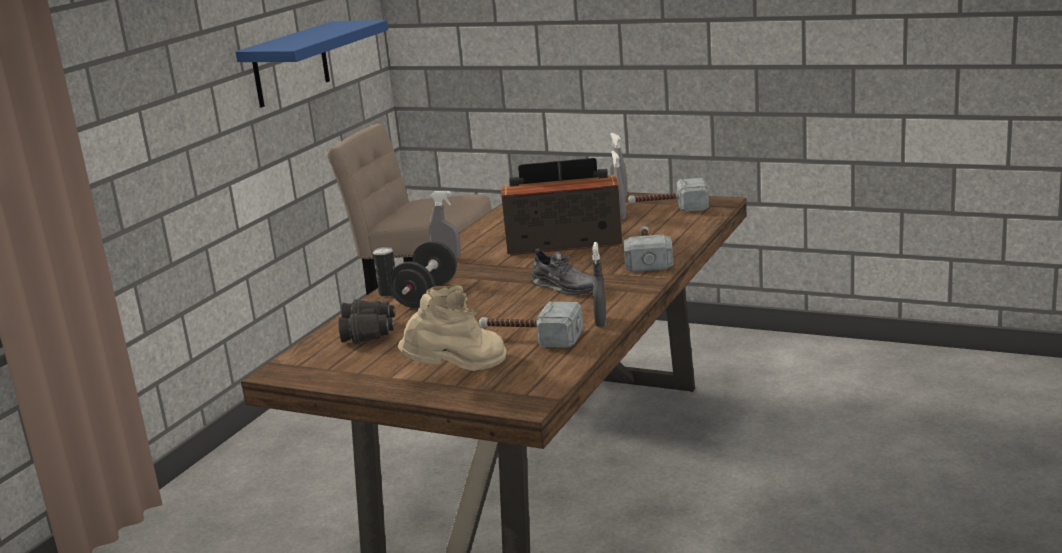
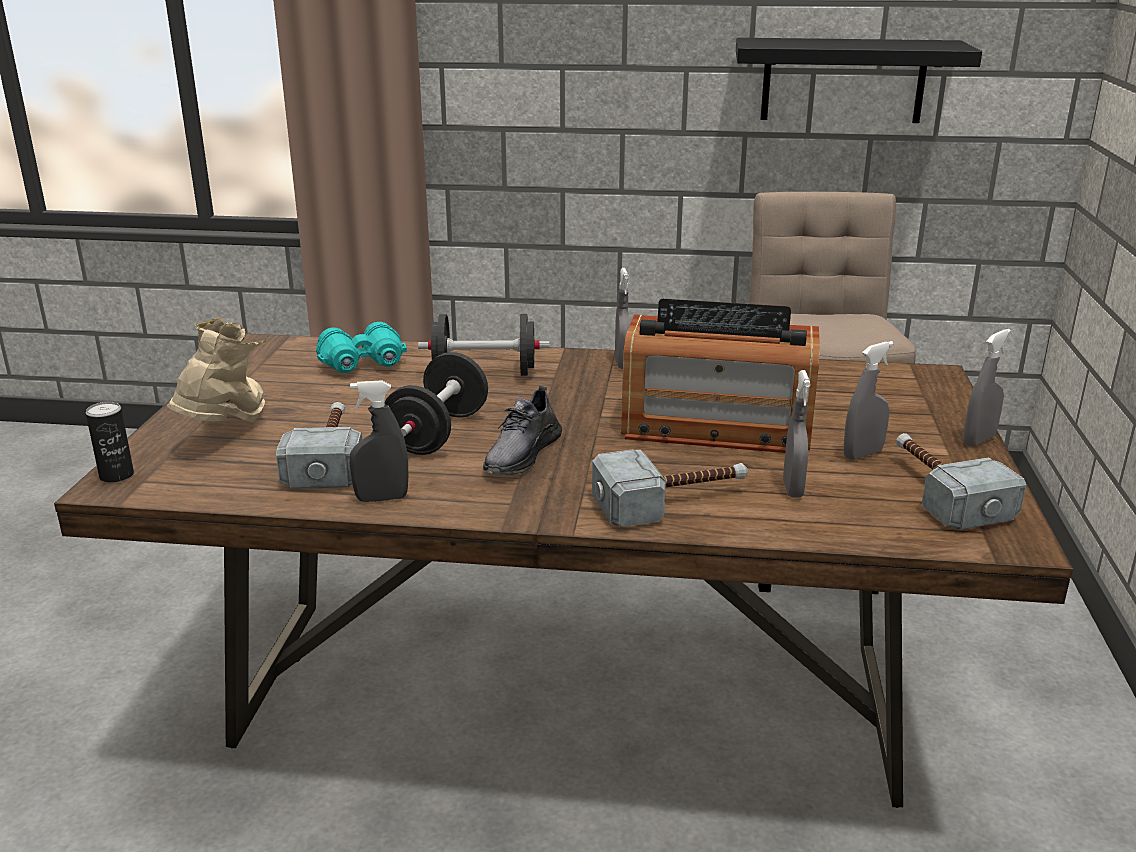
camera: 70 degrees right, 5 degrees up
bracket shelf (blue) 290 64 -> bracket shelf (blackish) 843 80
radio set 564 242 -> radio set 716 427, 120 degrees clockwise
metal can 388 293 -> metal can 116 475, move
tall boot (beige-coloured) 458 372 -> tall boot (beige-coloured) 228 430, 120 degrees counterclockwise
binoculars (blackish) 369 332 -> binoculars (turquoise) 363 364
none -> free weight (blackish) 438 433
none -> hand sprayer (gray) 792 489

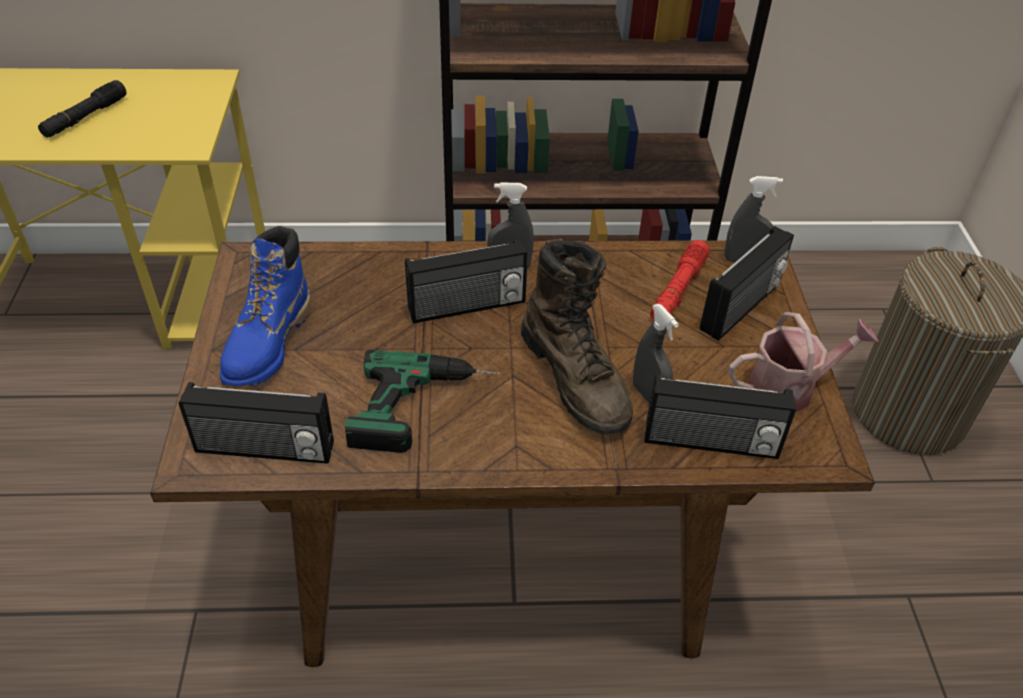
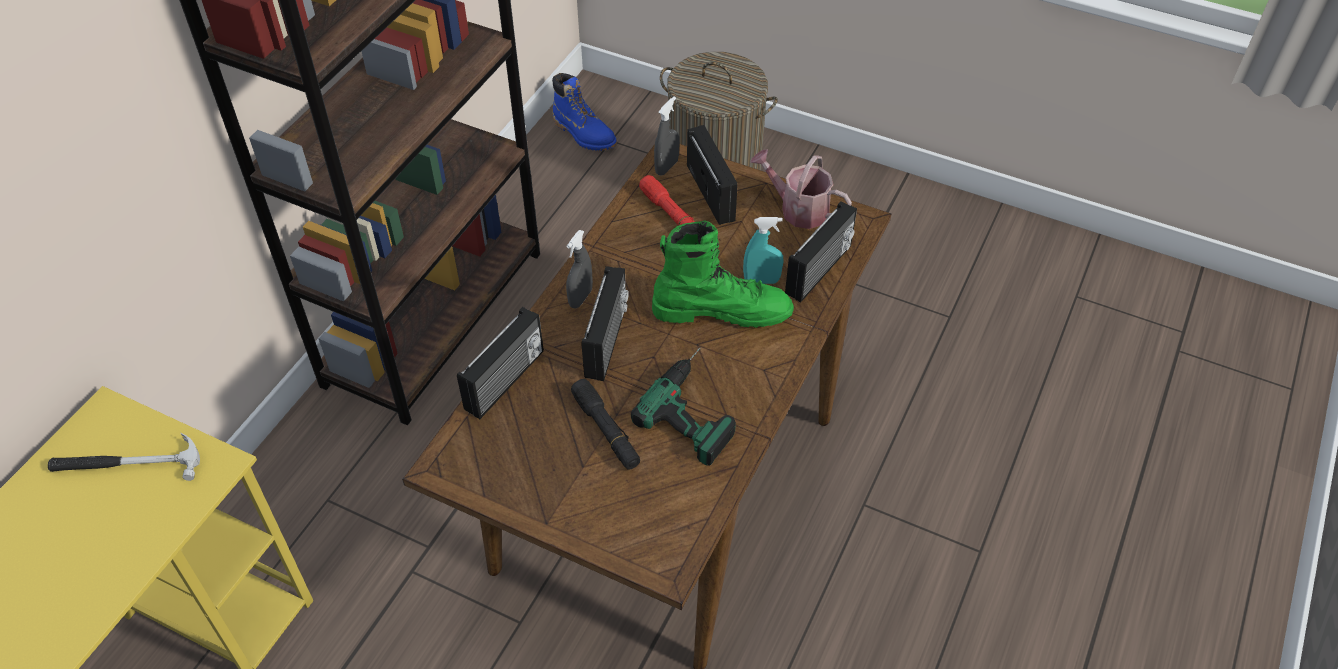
camera: 60 degrees left, 5 degrees up
torch (blackish) 85 117 -> torch (blackish) 606 430, move
tall boot (blue) 268 344 -> tall boot (blue) 584 134, move
tall boot (brownish) 576 377 -> tall boot (green-coloured) 721 310
hand sprayer (gray) 648 395 -> hand sprayer (turquoise) 761 280
watering pot 789 388 -> watering pot 798 209, 75 degrees counterclockwise
radio set 264 450 -> radio set 506 381, move
none -> tool hammer 127 463

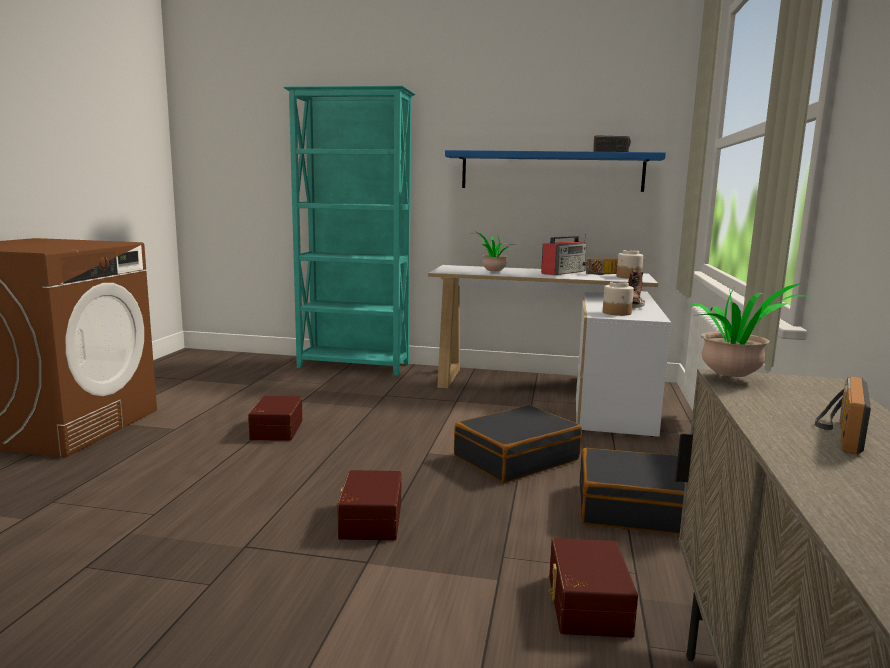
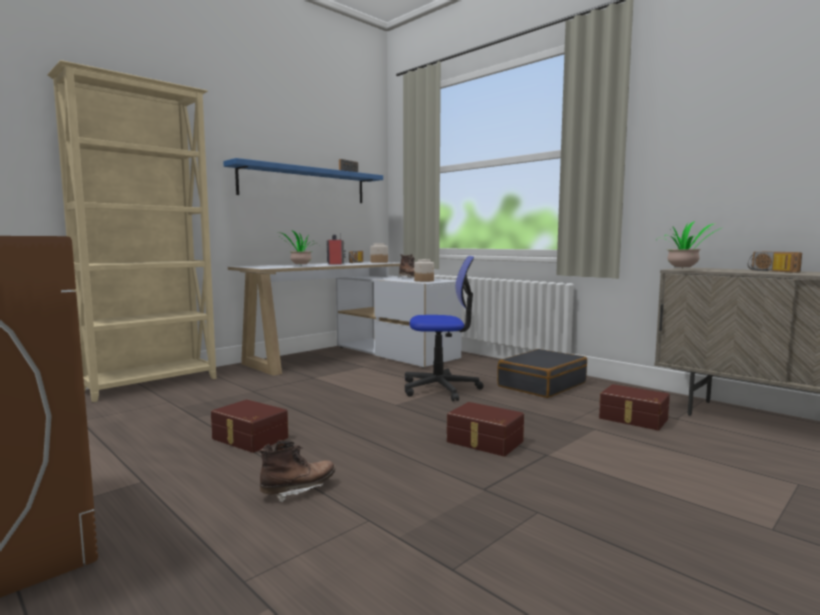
camera: 55 degrees left, 5 degrees down
shelving unit (turquoise) 354 366 -> shelving unit (beige-coloured) 152 384
travel case (blackish) 516 458 -> computer chair 440 388
none -> tall boot (brownish) 298 490

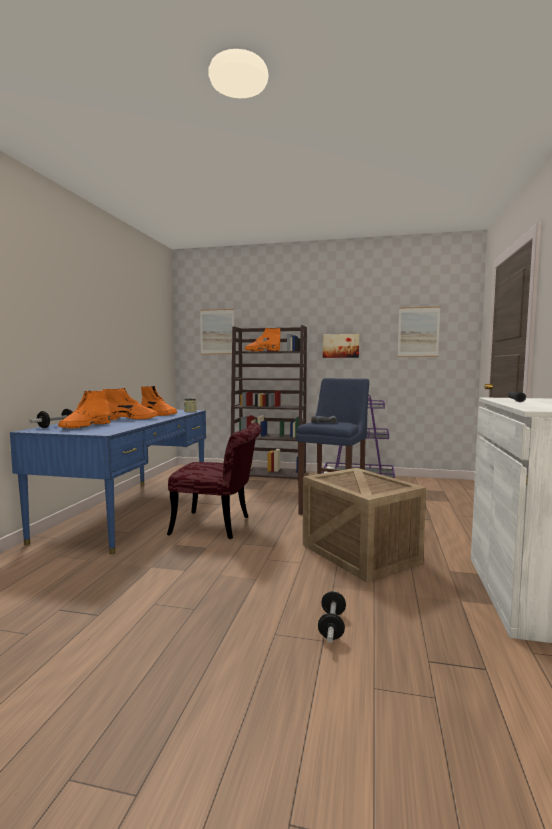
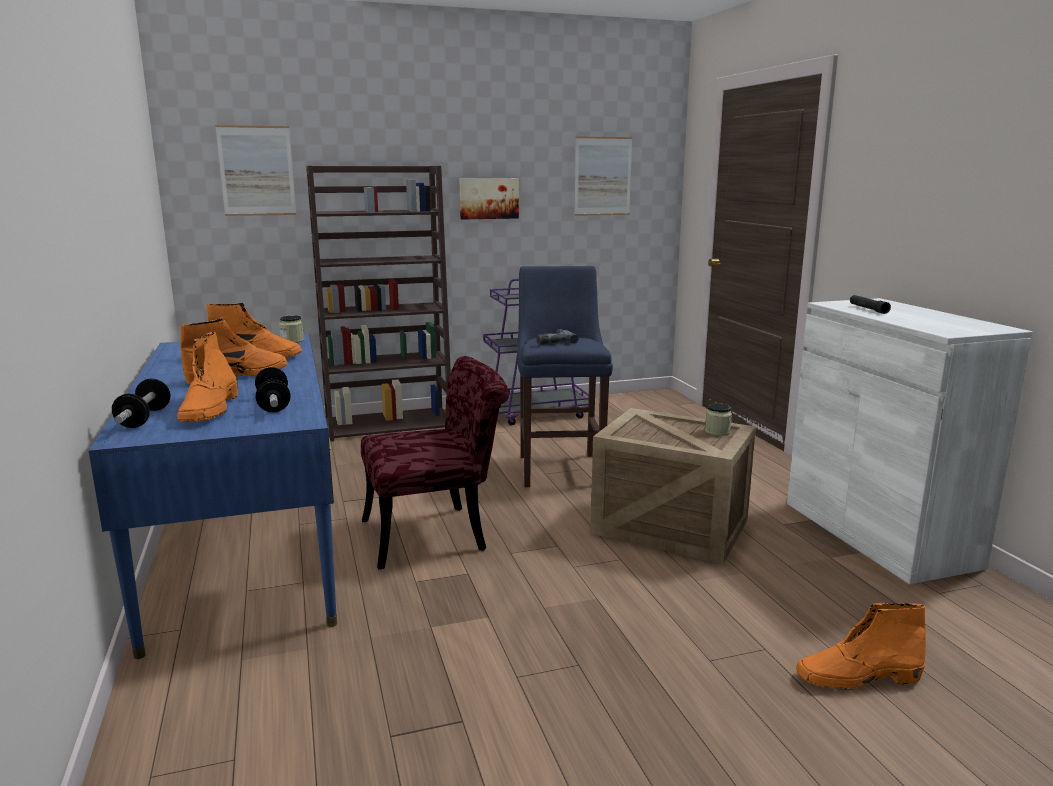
camera: 30 degrees left, 10 degrees up
tall boot (orange) 261 351 -> tall boot (orange) 857 677, move
free weight 332 626 -> free weight 273 404, move
none -> jar 717 432

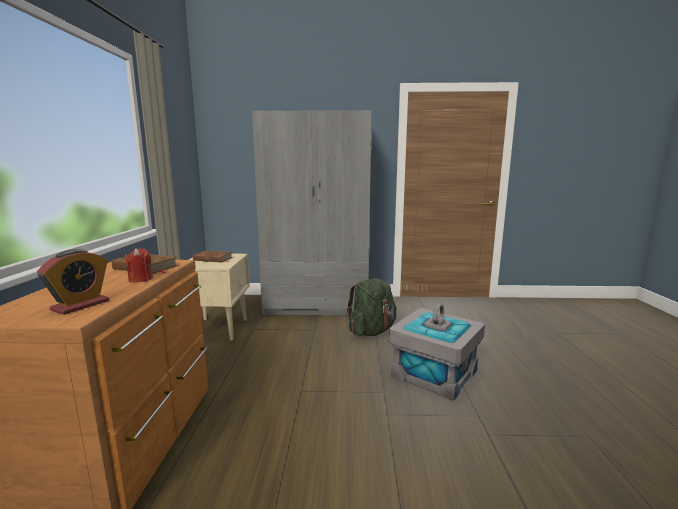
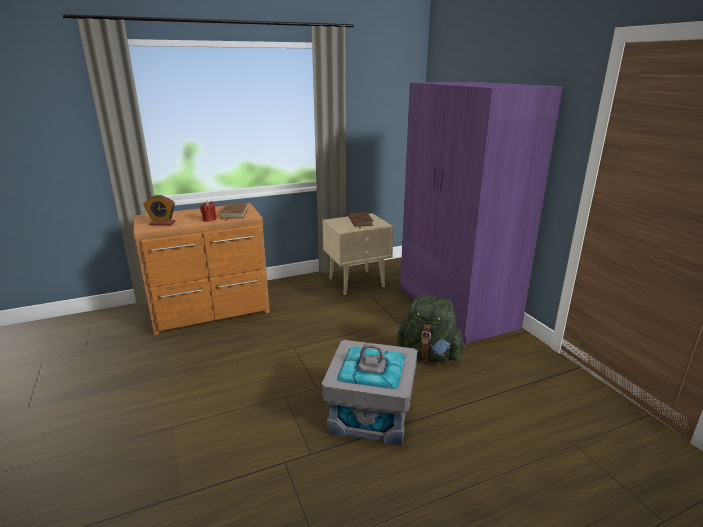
camera: 65 degrees right, 10 degrees up
armoire (gray) 317 305 -> armoire (purple-coloured) 455 308

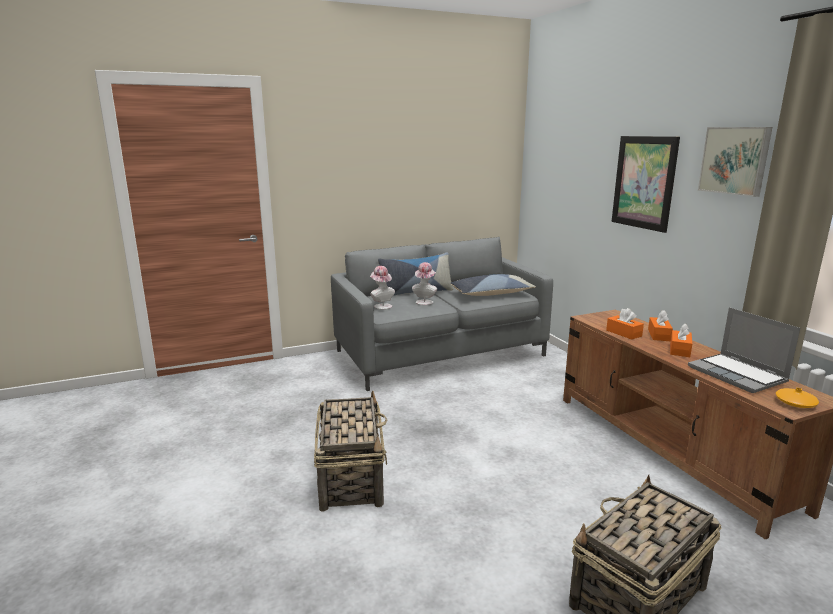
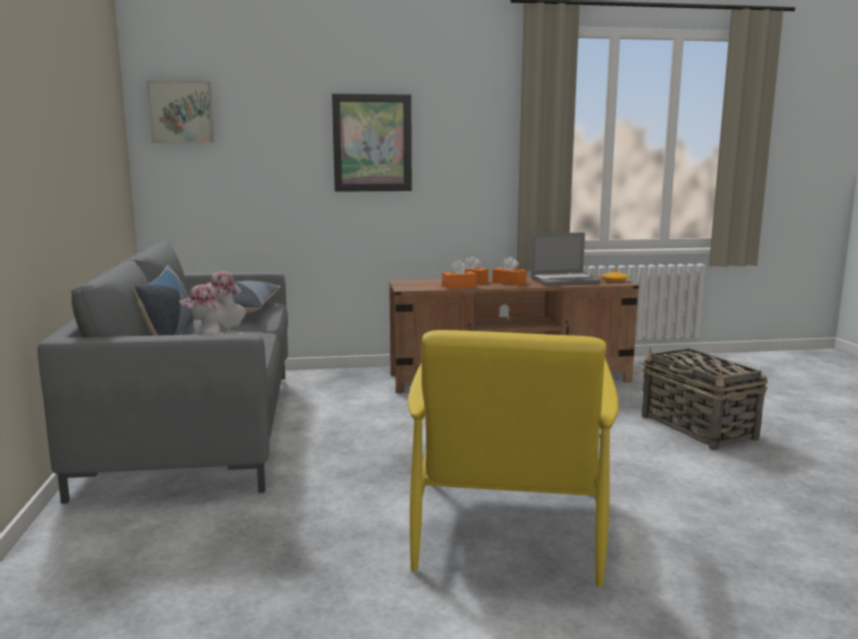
camera: 75 degrees left, 5 degrees down
wall art 735 160 -> wall art 181 112, move
basket 351 477 -> lounge chair (yellow-coloured) 508 523

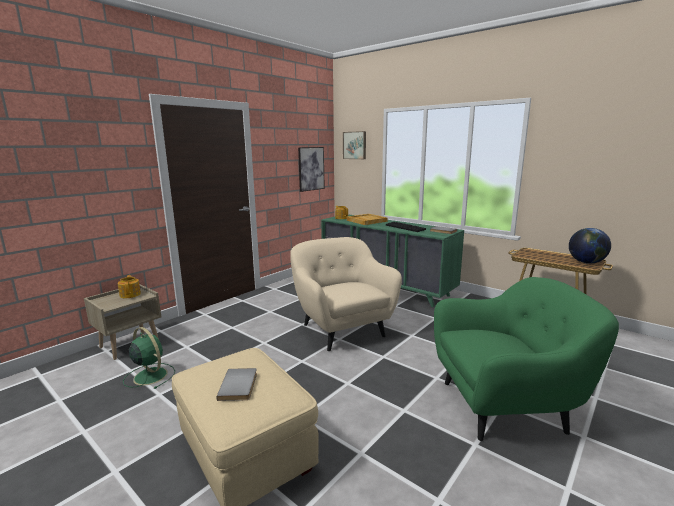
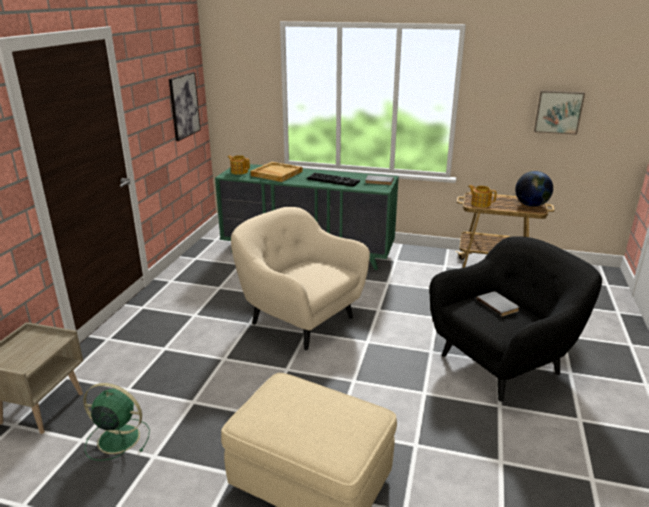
camera: 25 degrees left, 10 degrees up
wall art 355 145 -> wall art 558 112, move
tea pot 130 294 -> tea pot 480 204, move
lounge chair (green-coloured) 505 406 -> lounge chair (blackish) 502 363
bound book (gray) 240 386 -> bound book (gray) 498 305, move

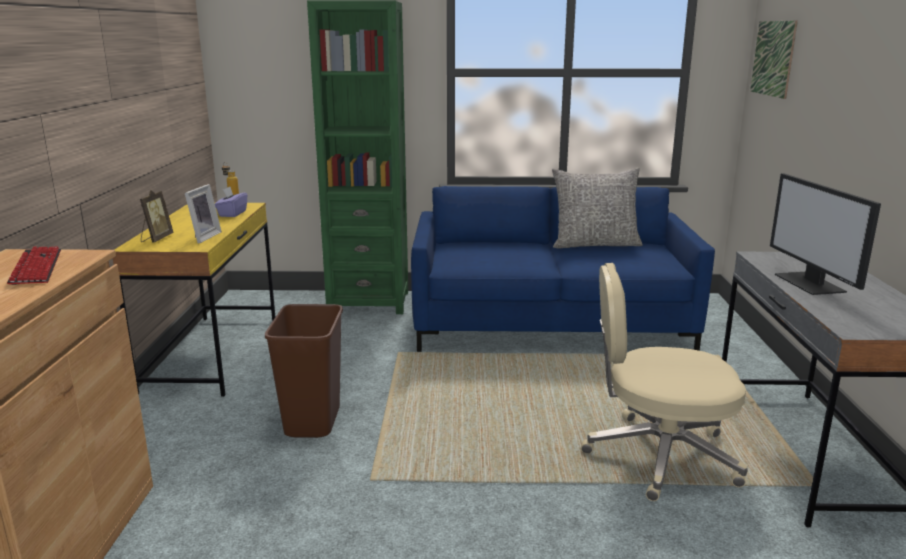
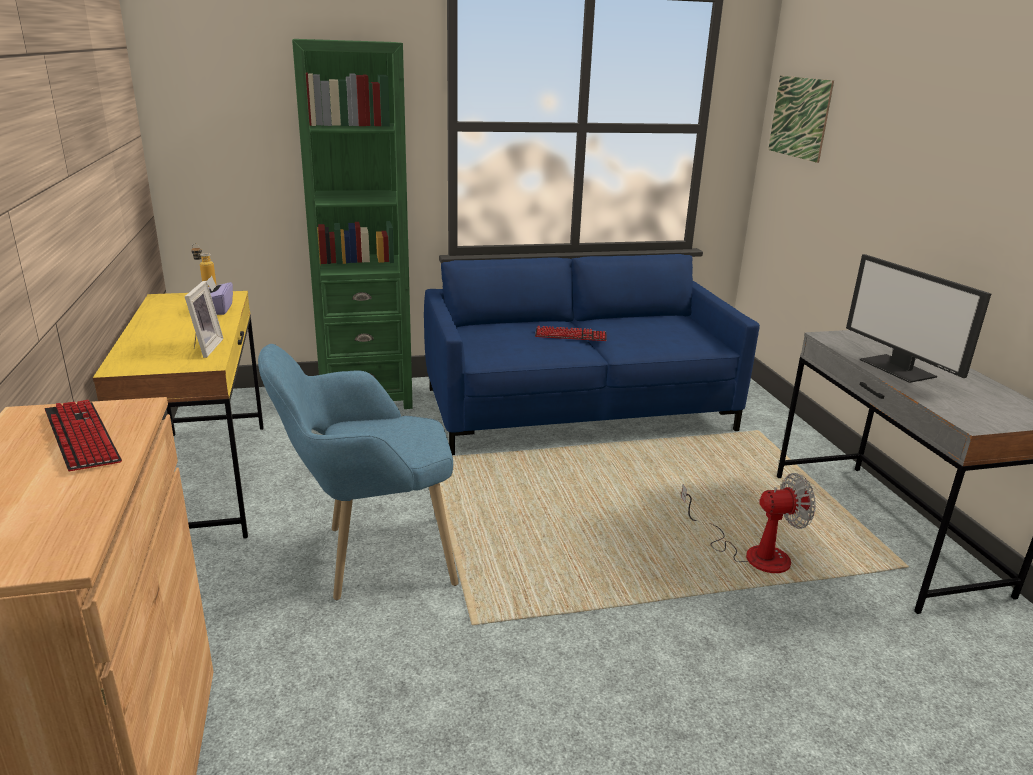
camera: 15 degrees left, 5 degrees up
throw pillow (gray) 594 244 -> none
photo frame 156 239 -> none
computer chair (beige-coloured) 658 456 -> fan 752 553
waste bin (brownish) 311 421 -> lounge chair (blue) 370 558
none -> PC keyboard 570 336

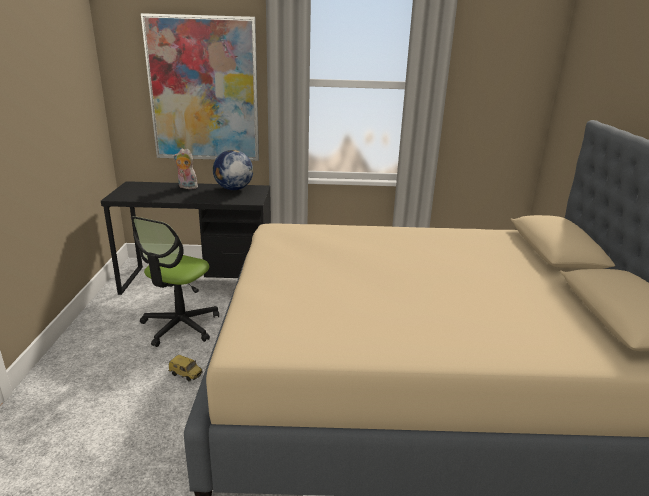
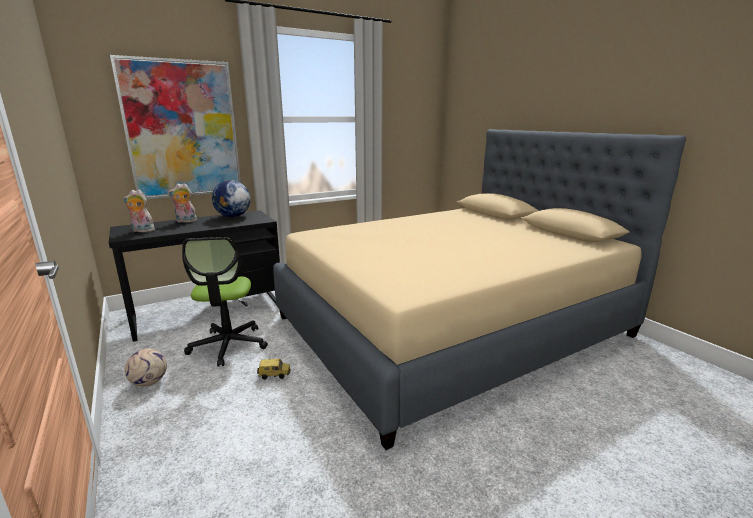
camera: 30 degrees left, 5 degrees down
none -> soft toy 142 231
none -> ball for football 150 382

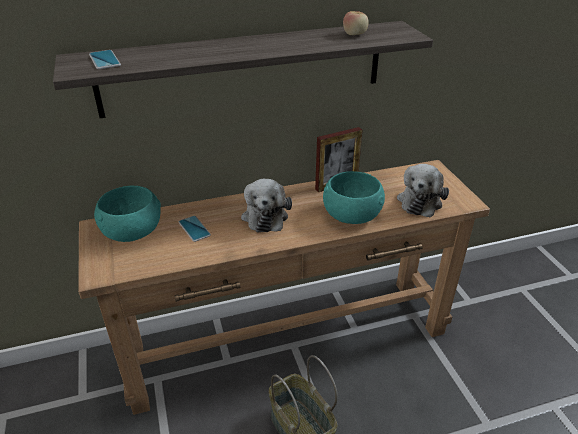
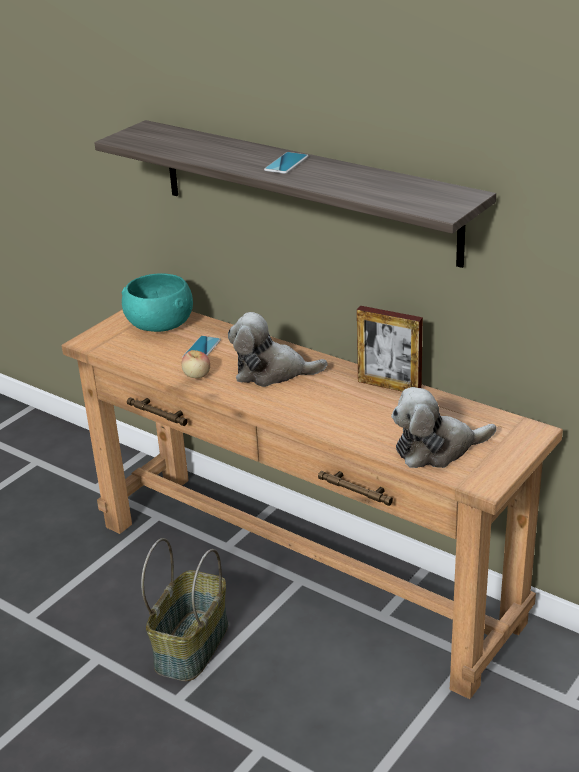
camera: 55 degrees right, 5 degrees down
apple 355 35 -> apple 197 376, move
phone 104 60 -> phone 286 164, move
serving bowl (turquoise) 352 215 -> none
soft toy 265 215 -> soft toy 272 372, 45 degrees clockwise

